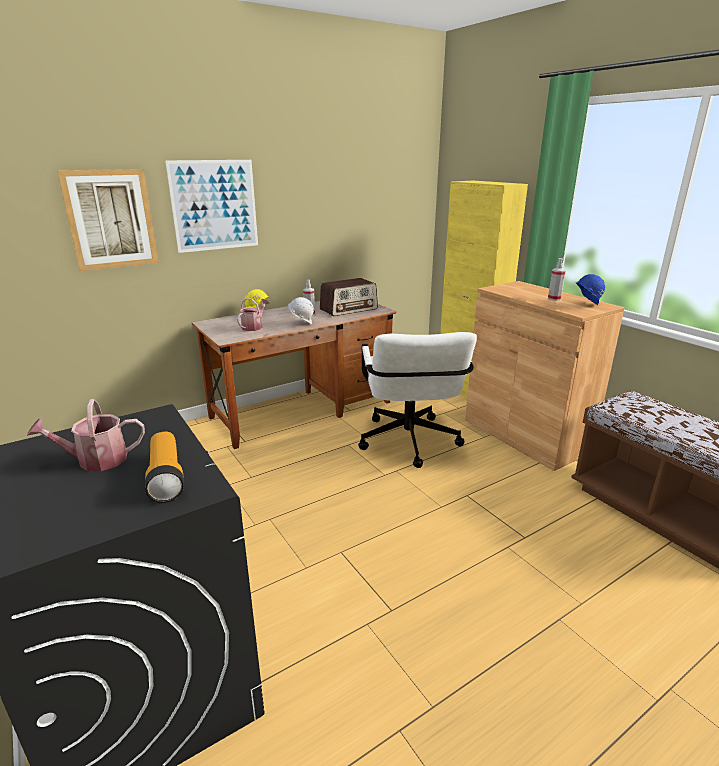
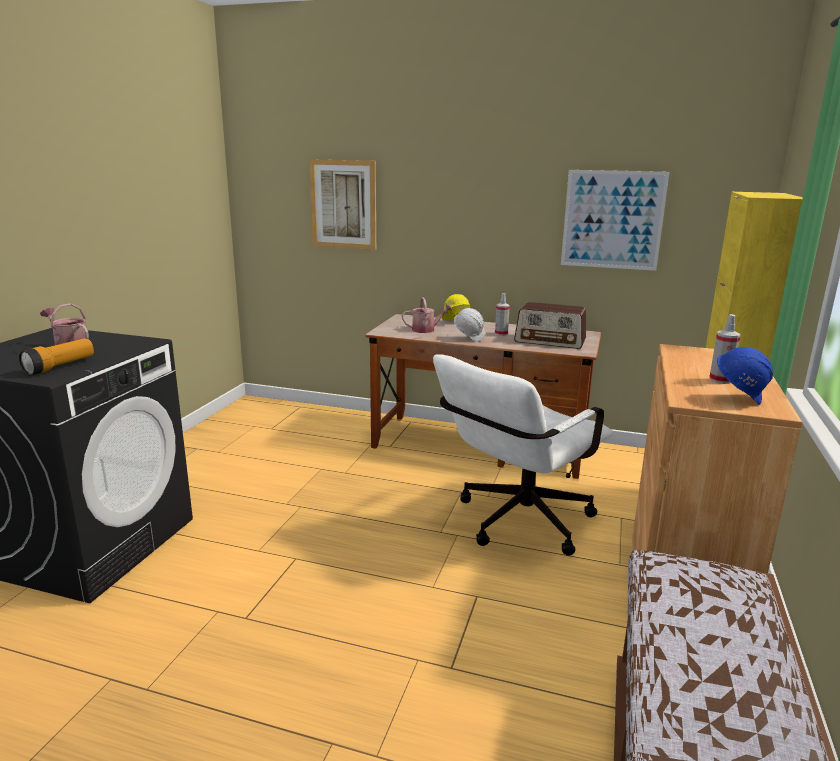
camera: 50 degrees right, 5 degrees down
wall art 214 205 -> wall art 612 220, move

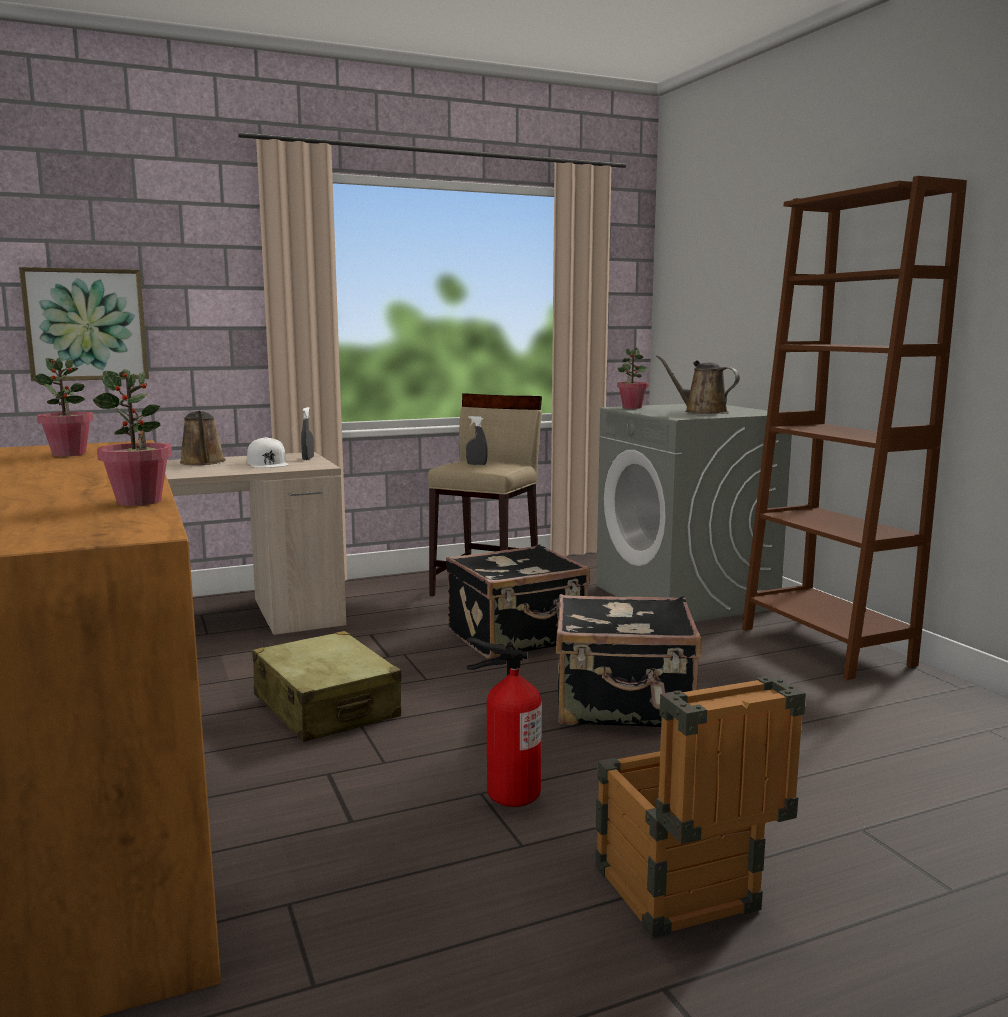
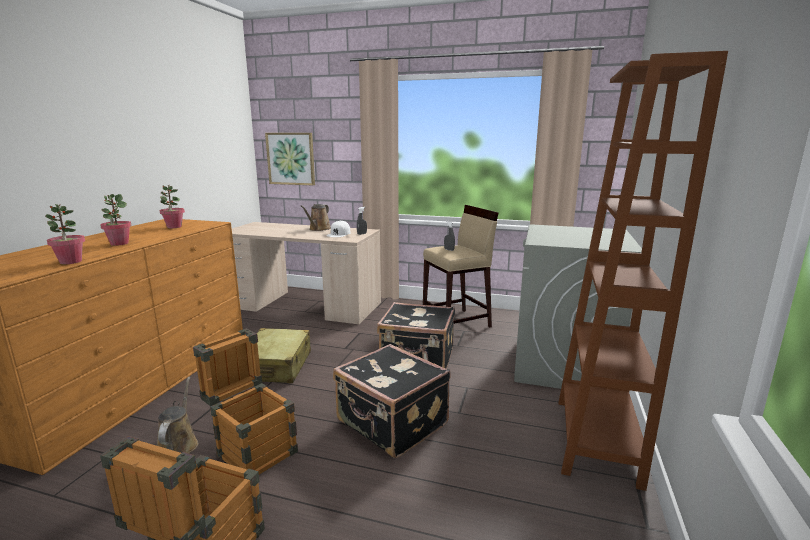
camera: 40 degrees right, 5 degrees up
plant in a pot 631 407 -> plant in a pot 119 243, move
watering pot (brownish) 701 412 -> watering pot (brownish) 178 445, move
fire extinguisher 510 795 -> packing crate 252 449

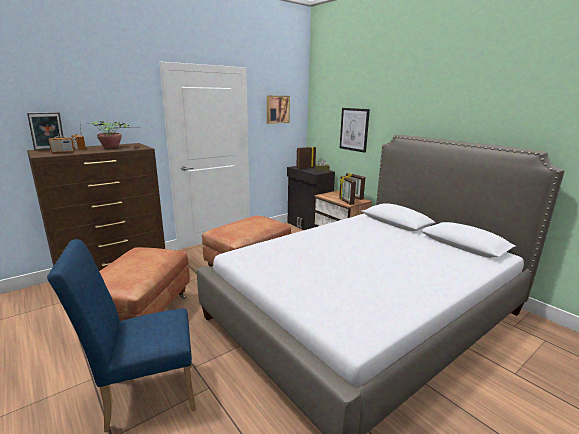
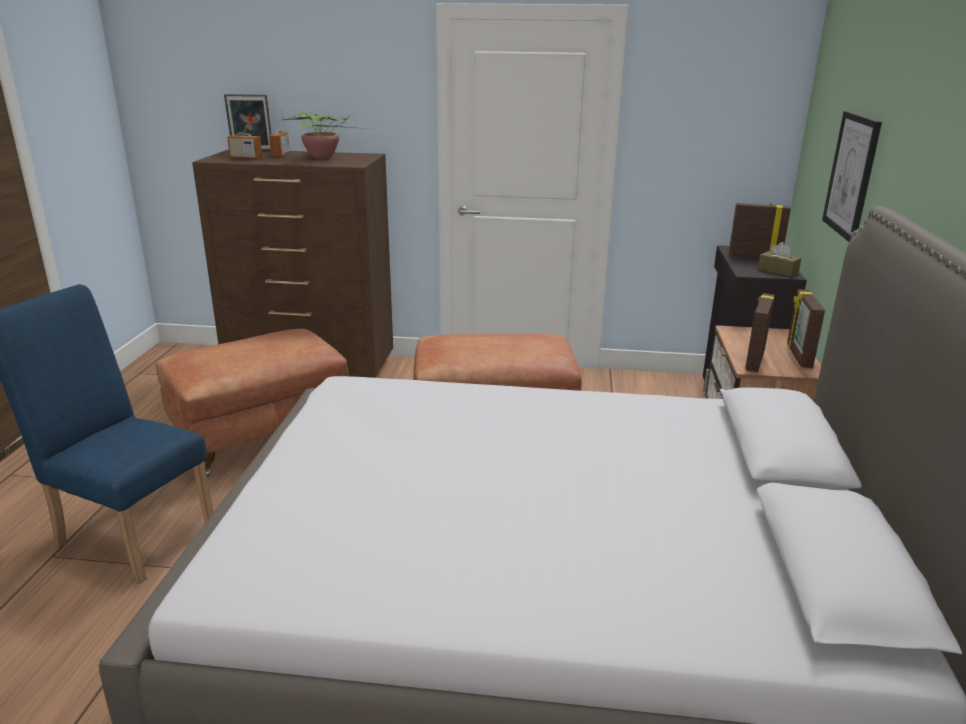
camera: 45 degrees right, 5 degrees up
wall art 277 109 -> none

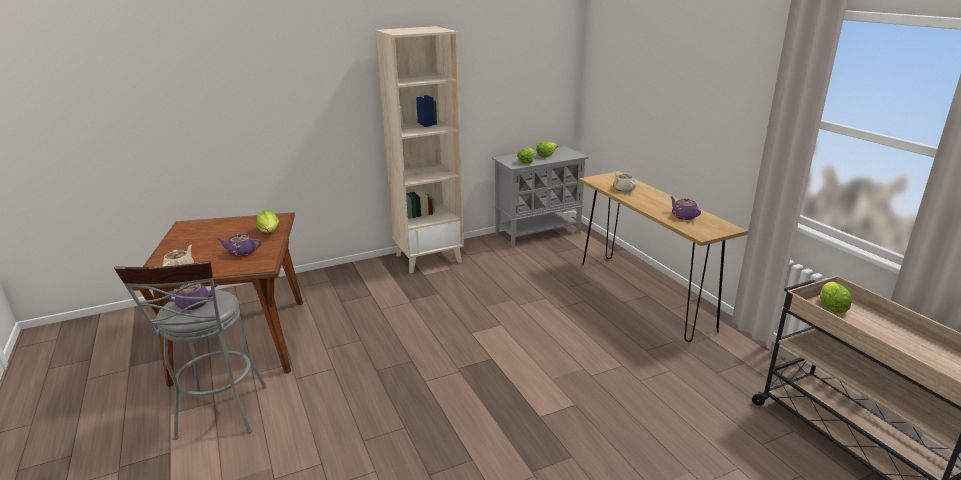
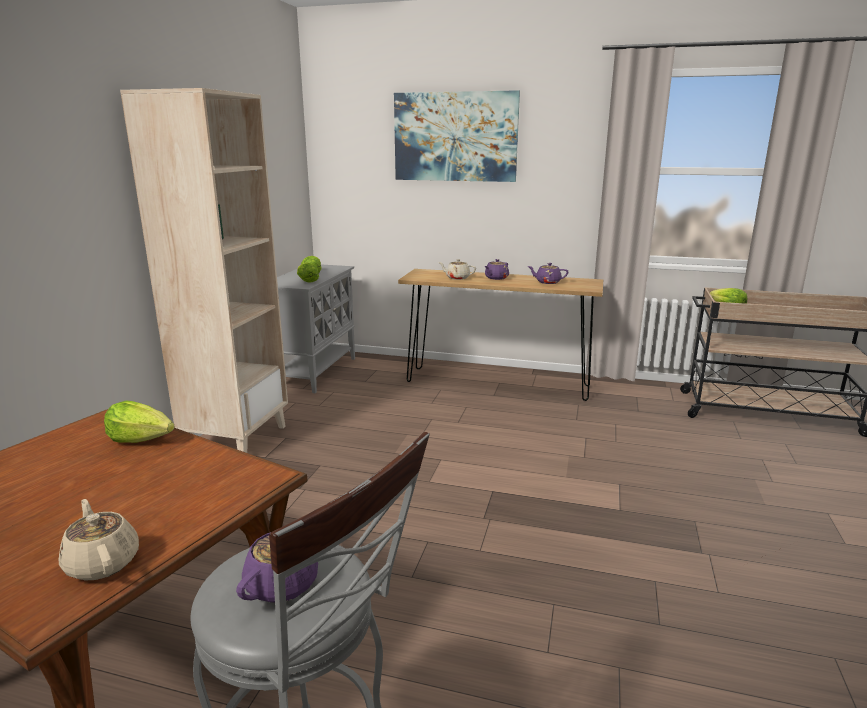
camera: 50 degrees left, 5 degrees down
tea pot (purple-coloured) 242 253 -> tea pot (purple-coloured) 496 278, move
none -> wall art 455 137

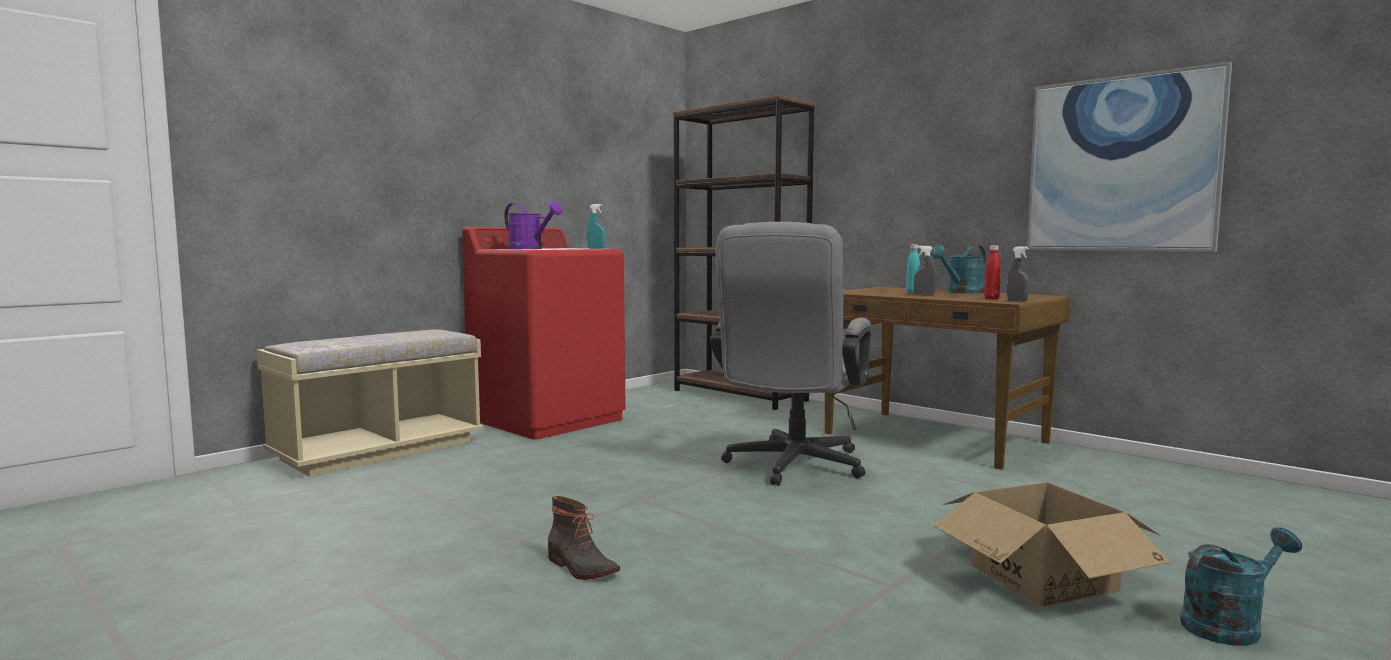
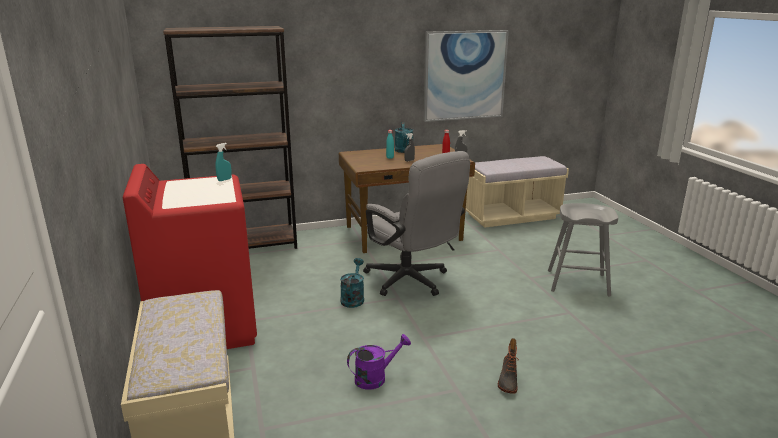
camera: 60 degrees left, 15 degrees up
watering pot (purple-coloured) 530 249 -> watering pot (purple-coloured) 375 378, move
cardboard box 1043 578 -> stool seat (gray) 577 283
tall boot 580 568 -> tall boot 507 380, 120 degrees clockwise
watering pot (turquoise) 1229 625 -> watering pot (turquoise) 353 298, move
none -> long seat (beige-coloured) 511 216

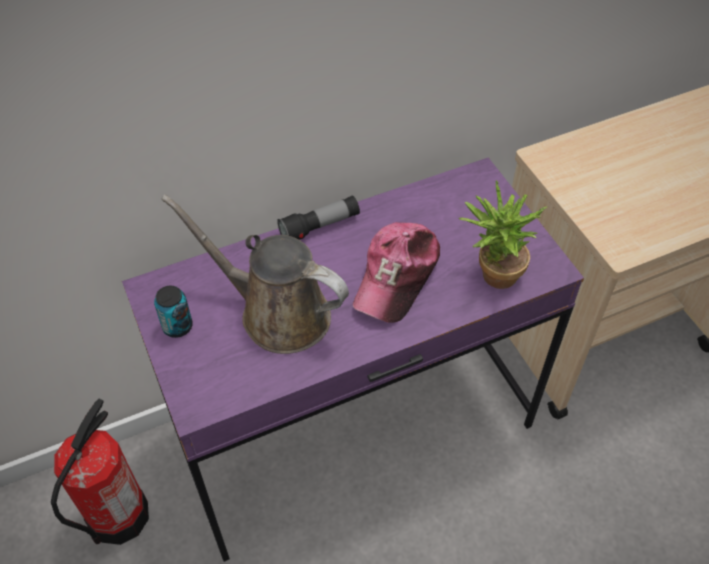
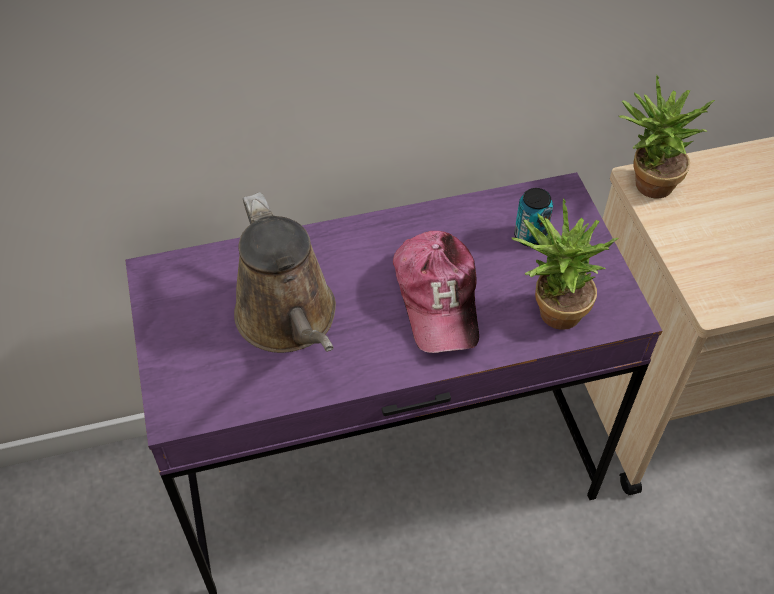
camera: 10 degrees right, 0 degrees up
watering pot (brownish) 277 313 -> watering pot (brownish) 289 320, 150 degrees counterclockwise
torch 320 227 -> none
baseball cap 397 276 -> baseball cap 438 298, 45 degrees counterclockwise
metal can 177 326 -> metal can 530 236, move
fire extinguisher 118 516 -> none
none -> plant in a pot 645 185

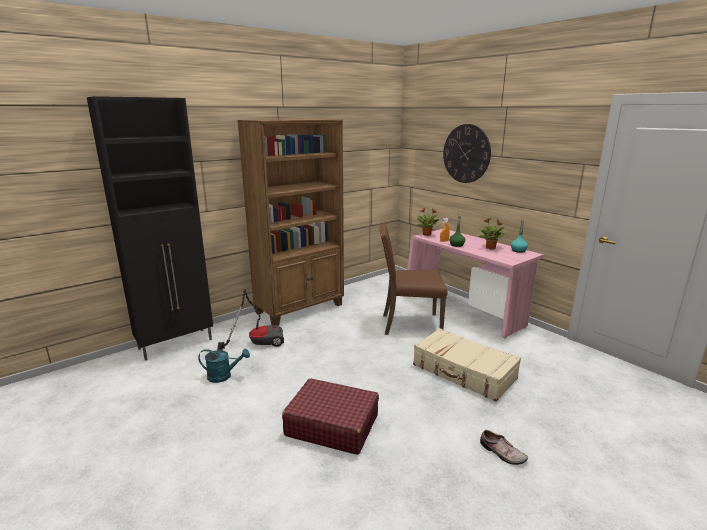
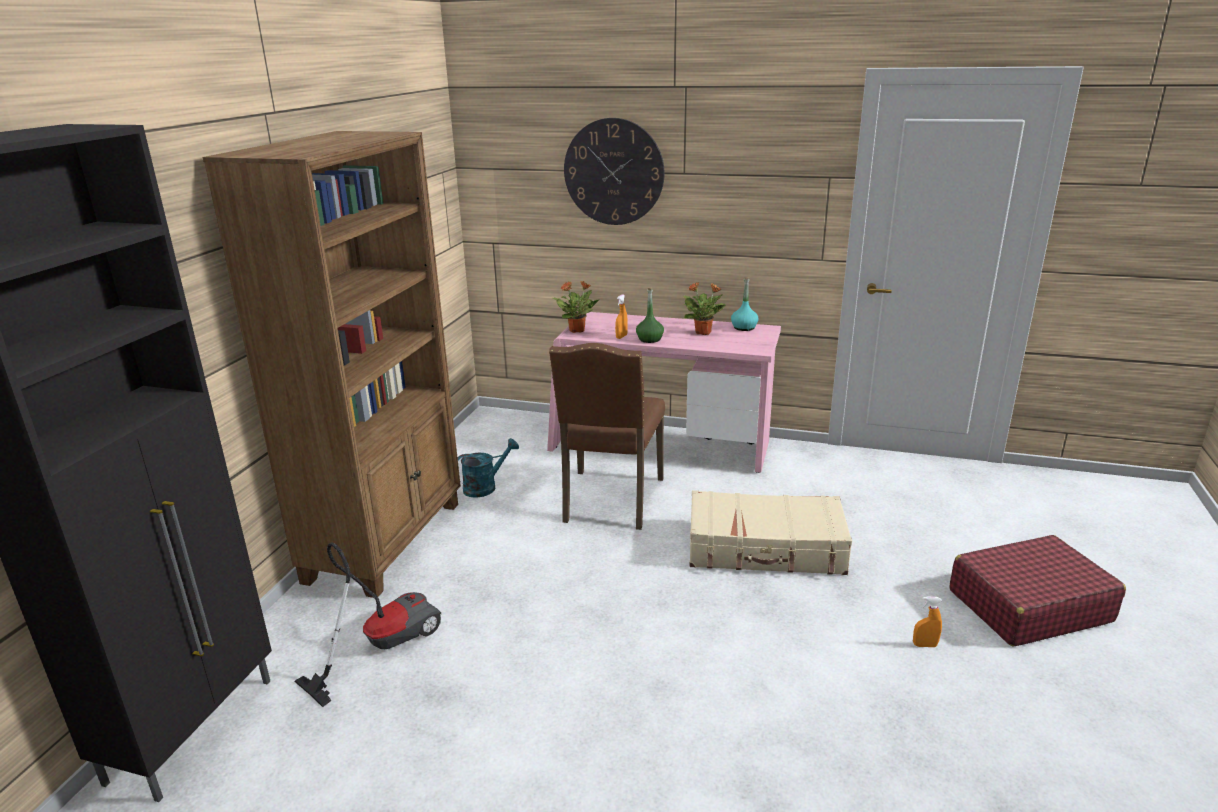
camera: 35 degrees left, 5 degrees up
upright chair (brownish) 409 325 -> upright chair (brownish) 611 500, 45 degrees counterclockwise
watering pot (turquoise) 224 376 -> watering pot (turquoise) 485 487, move
travel case (reddish) 332 425 -> travel case (reddish) 1028 606, move
shoe 501 453 -> hand sprayer (orange) 924 645

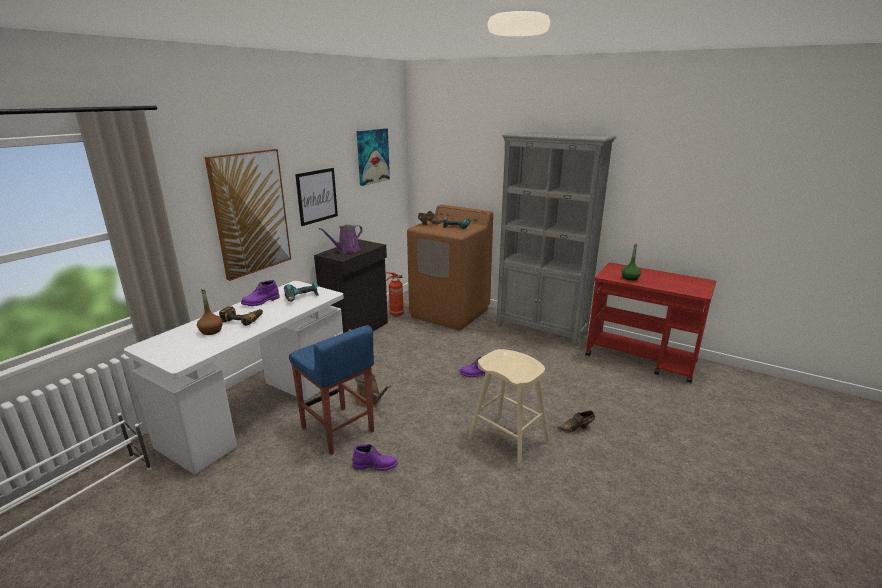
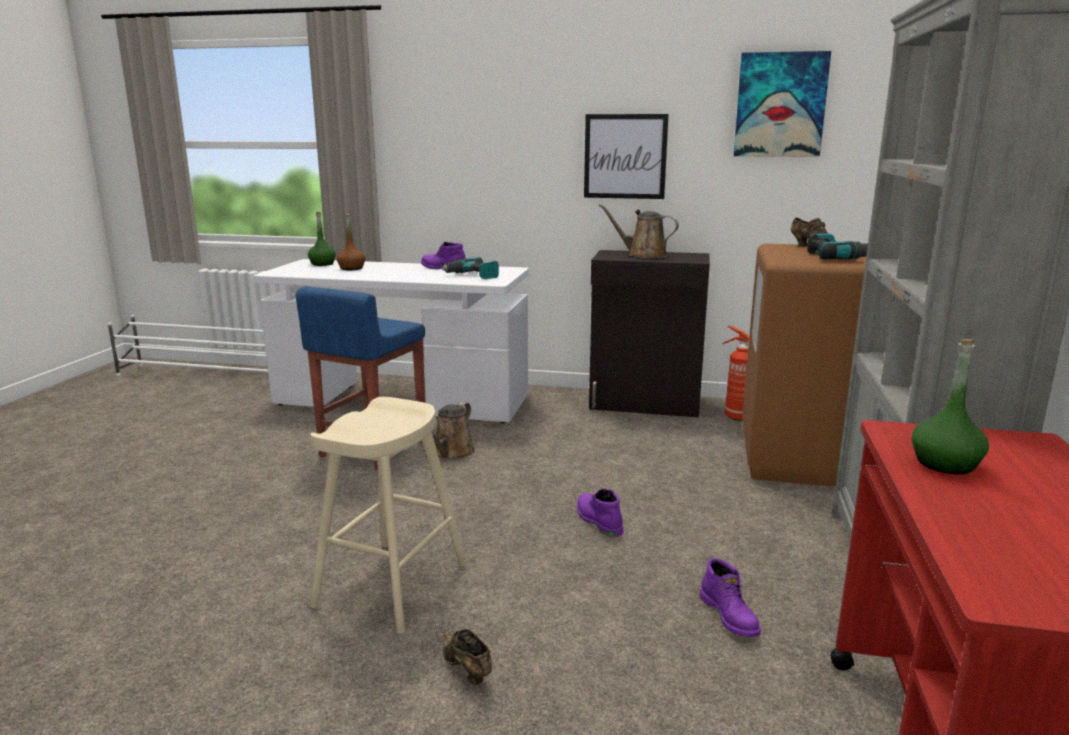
camera: 70 degrees right, 5 degrees down
wall art 250 213 -> none
watering pot (purple-coloured) 347 250 -> watering pot (brownish) 643 255
power drill 243 319 -> none
tall boot (purple-coloured) 375 465 -> tall boot (purple-coloured) 730 616, move
none -> drink bottle (green-coloured) 322 264

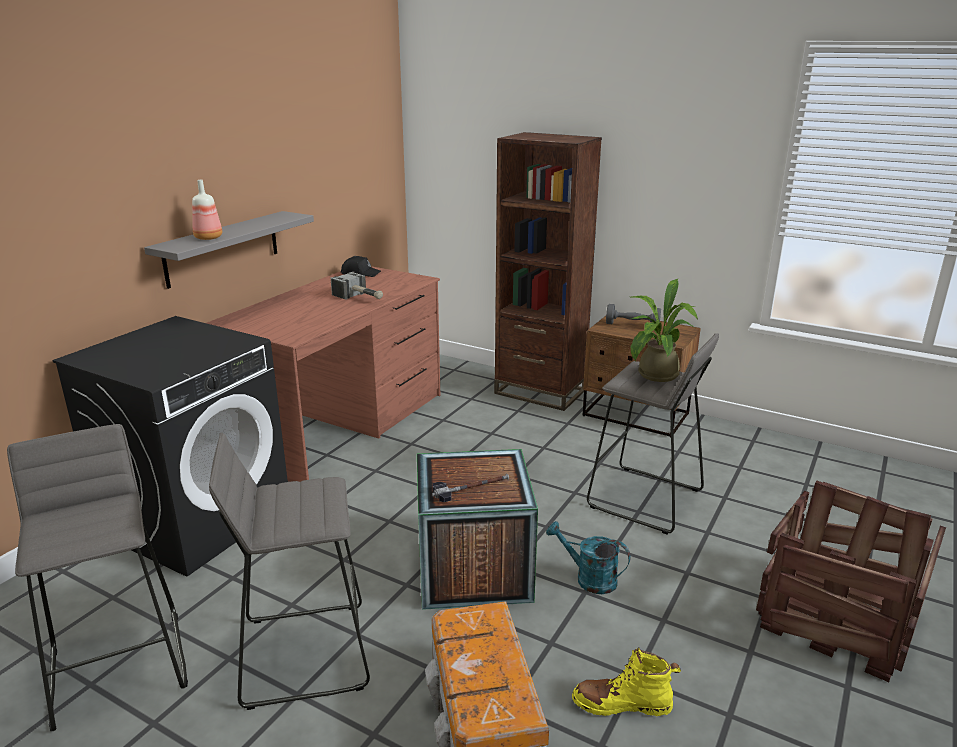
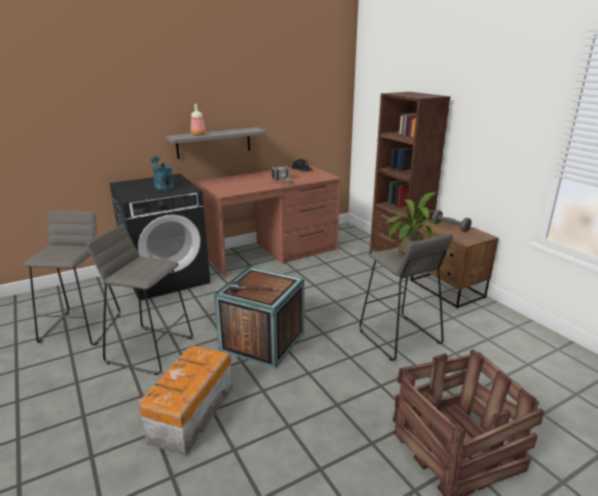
camera: 30 degrees right, 0 degrees up
watering pot (turquoise) 589 578 -> watering pot (turquoise) 163 186, move
tall boot (yellow-coloured) 622 704 -> none

